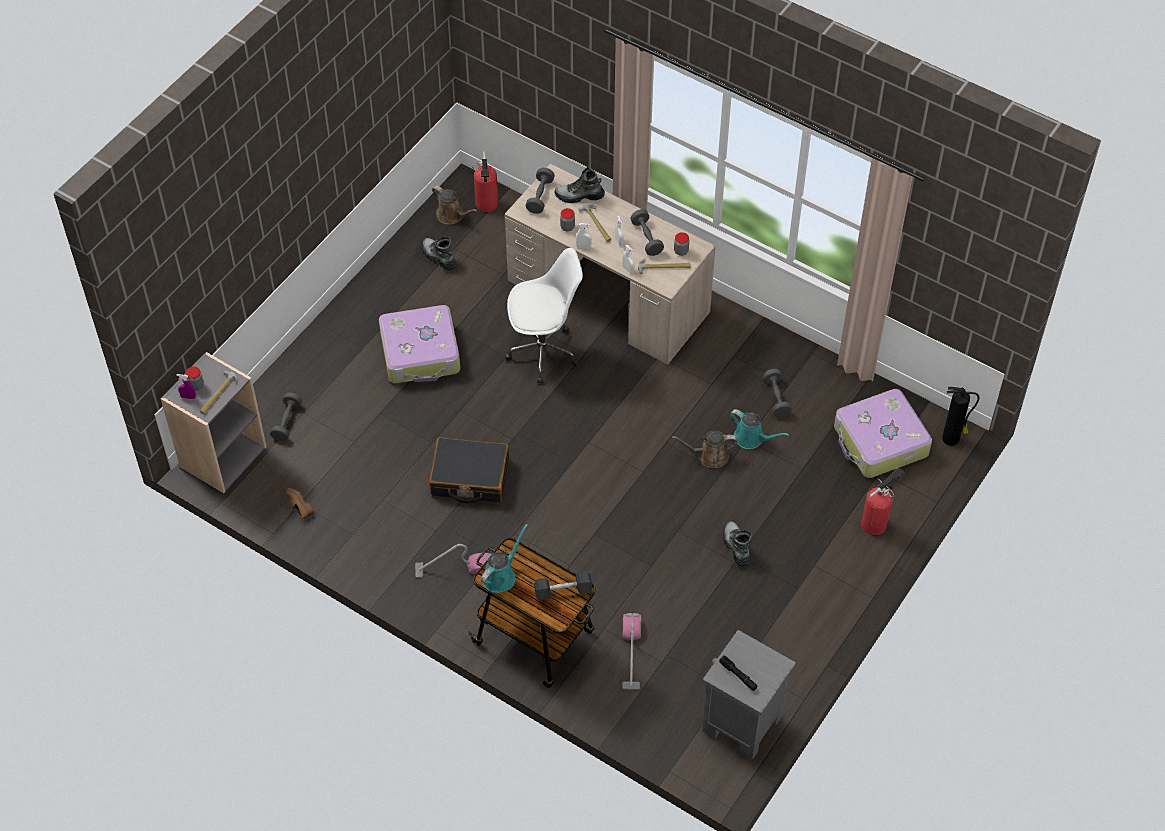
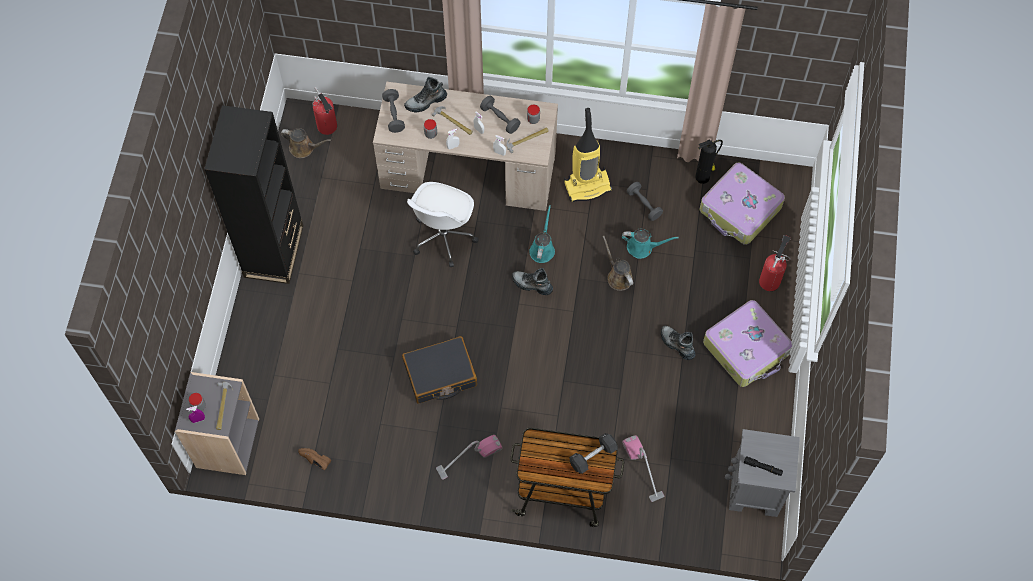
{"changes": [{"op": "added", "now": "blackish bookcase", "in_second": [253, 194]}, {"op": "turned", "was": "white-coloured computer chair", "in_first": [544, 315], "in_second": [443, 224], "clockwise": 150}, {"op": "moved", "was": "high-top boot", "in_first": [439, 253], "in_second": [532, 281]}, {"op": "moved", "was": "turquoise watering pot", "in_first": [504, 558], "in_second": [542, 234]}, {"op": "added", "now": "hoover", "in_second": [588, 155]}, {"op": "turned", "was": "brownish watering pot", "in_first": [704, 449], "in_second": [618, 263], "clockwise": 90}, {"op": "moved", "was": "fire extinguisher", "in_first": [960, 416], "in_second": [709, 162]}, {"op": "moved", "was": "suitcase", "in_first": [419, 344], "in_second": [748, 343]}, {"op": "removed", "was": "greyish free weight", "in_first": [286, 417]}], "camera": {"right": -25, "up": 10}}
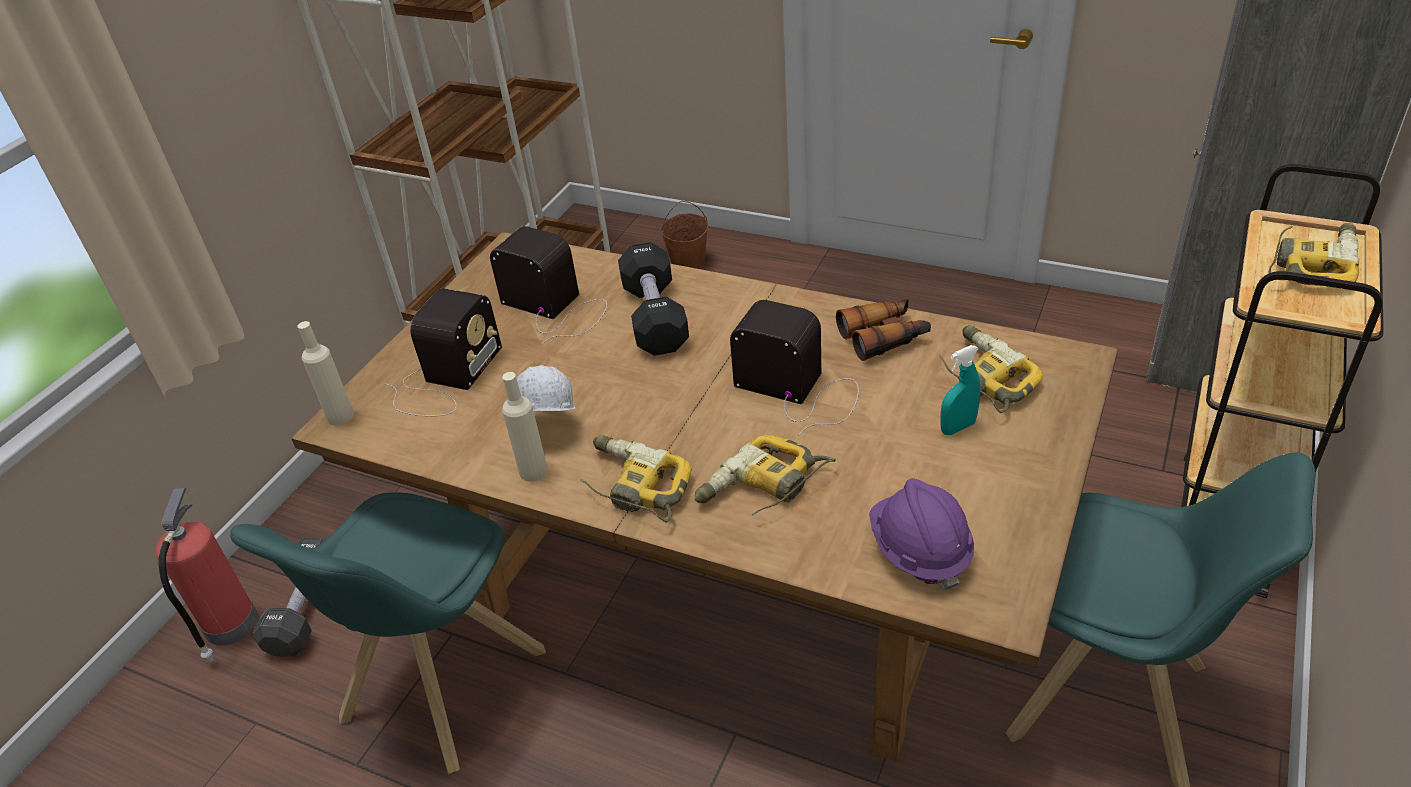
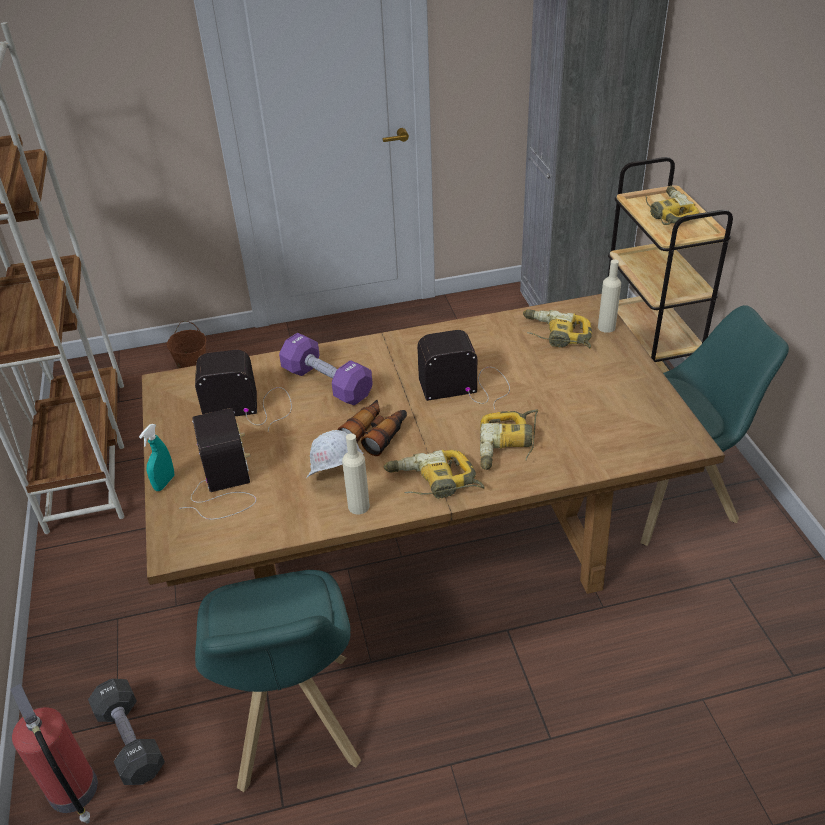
{"changes": [{"op": "moved", "was": "turquoise hand sprayer", "in_first": [960, 390], "in_second": [156, 457]}, {"op": "recoloured", "was": "blackish free weight", "now": "purple free weight", "in_first": [653, 299], "in_second": [326, 369]}, {"op": "moved", "was": "field glasses", "in_first": [883, 330], "in_second": [372, 428]}, {"op": "moved", "was": "sand-coloured drink bottle", "in_first": [325, 373], "in_second": [609, 296]}, {"op": "removed", "was": "purple work helmet", "in_first": [921, 534]}], "camera": {"right": -40, "up": 0}}
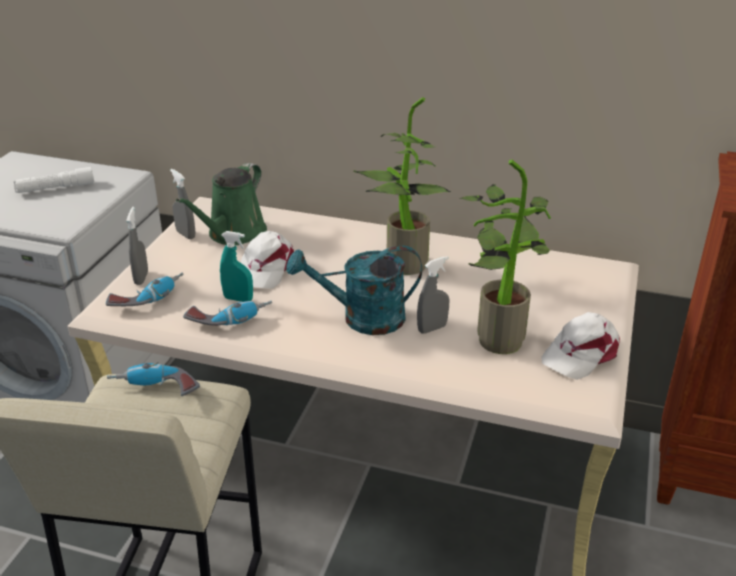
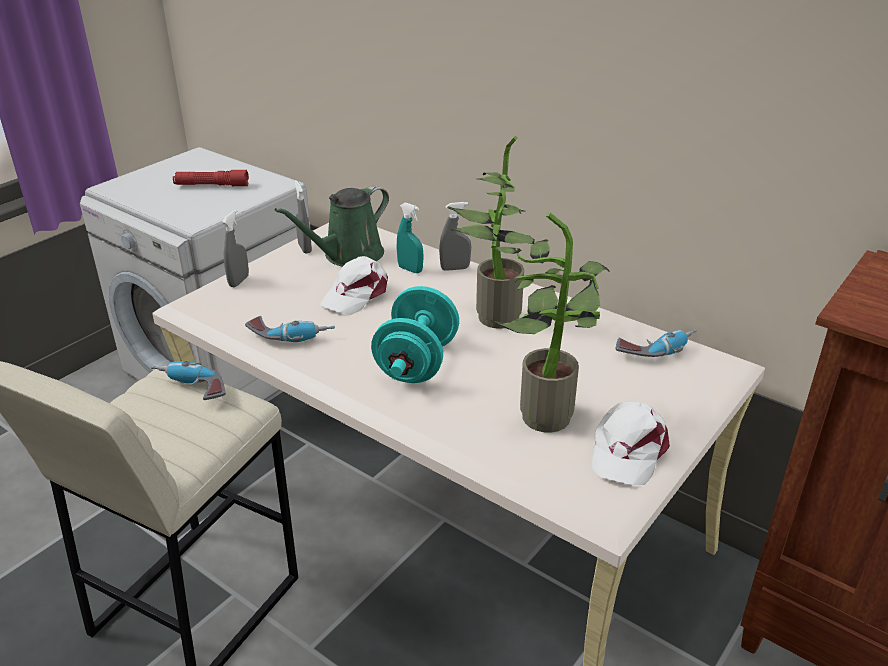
{"changes": [{"op": "recoloured", "was": "white-coloured hand torch", "now": "red hand torch", "in_first": [54, 180], "in_second": [211, 178]}, {"op": "replaced", "was": "turquoise watering pot", "now": "turquoise free weight", "in_first": [354, 290], "in_second": [415, 334]}, {"op": "moved", "was": "turquoise hand sprayer", "in_first": [236, 266], "in_second": [410, 237]}, {"op": "moved", "was": "greyish hand sprayer", "in_first": [433, 295], "in_second": [455, 236]}, {"op": "turned", "was": "white-coloured cap", "in_first": [581, 346], "in_second": [631, 443], "clockwise": -45}, {"op": "moved", "was": "power drill", "in_first": [145, 289], "in_second": [655, 343]}], "camera": {"right": 20, "up": 0}}
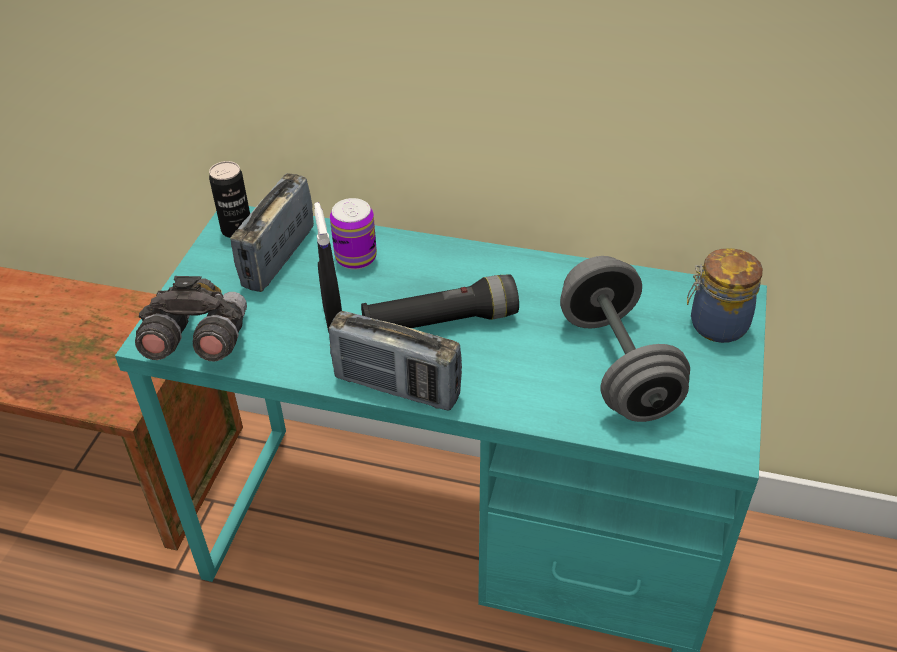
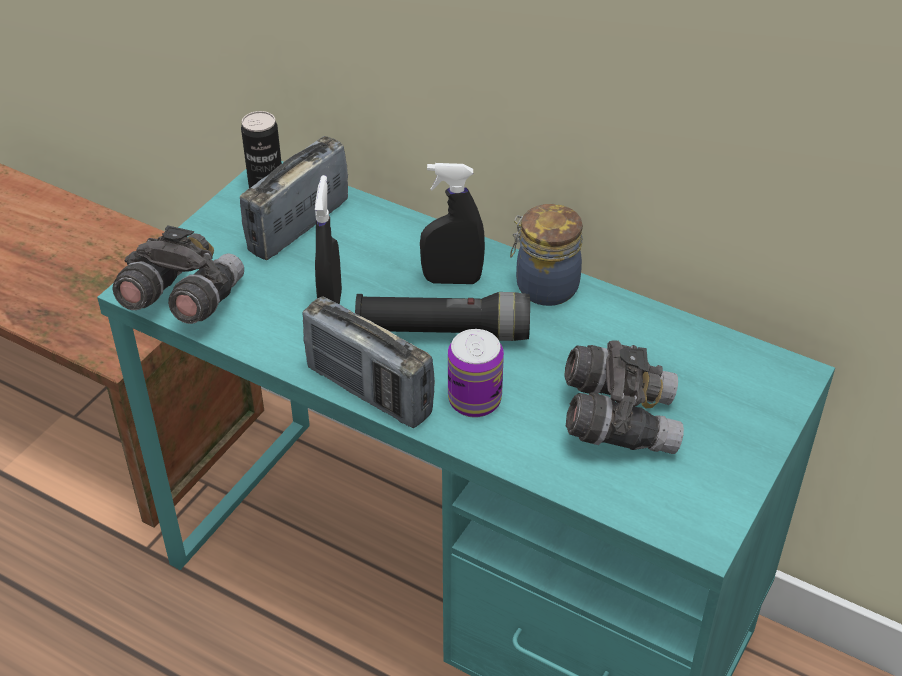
{"changes": [{"op": "added", "now": "blackish hand sprayer", "in_second": [452, 223]}, {"op": "moved", "was": "sealed can", "in_first": [353, 234], "in_second": [476, 373]}, {"op": "moved", "was": "jar", "in_first": [725, 295], "in_second": [546, 255]}, {"op": "replaced", "was": "greyish free weight", "now": "greyish field glasses", "in_first": [625, 339], "in_second": [624, 397]}], "camera": {"right": 15, "up": 0}}
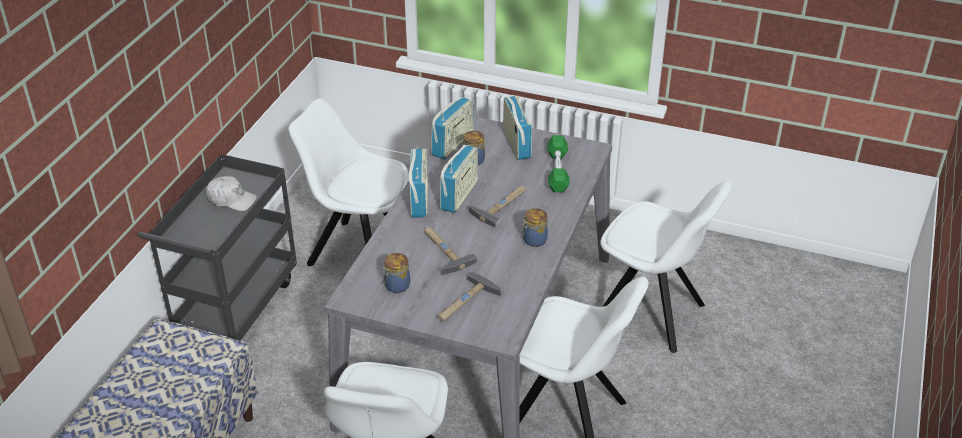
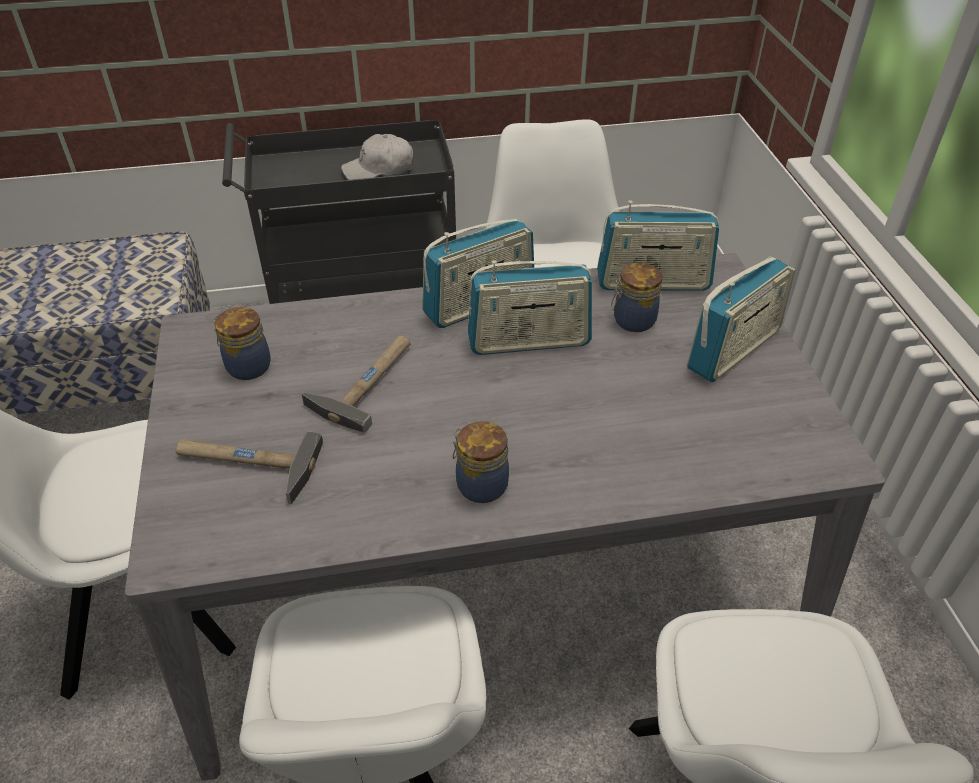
{"changes": [{"op": "turned", "was": "white-coloured cap", "in_first": [231, 193], "in_second": [377, 157], "clockwise": 90}, {"op": "removed", "was": "hammer", "in_first": [497, 207]}, {"op": "removed", "was": "greenish free weight", "in_first": [558, 163]}], "camera": {"right": 60, "up": 5}}
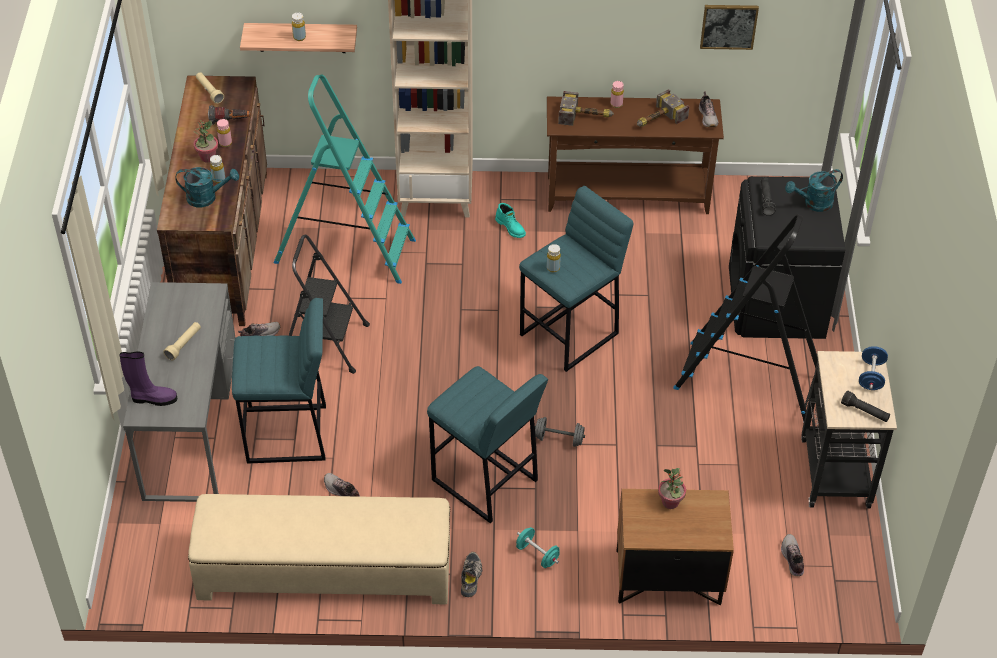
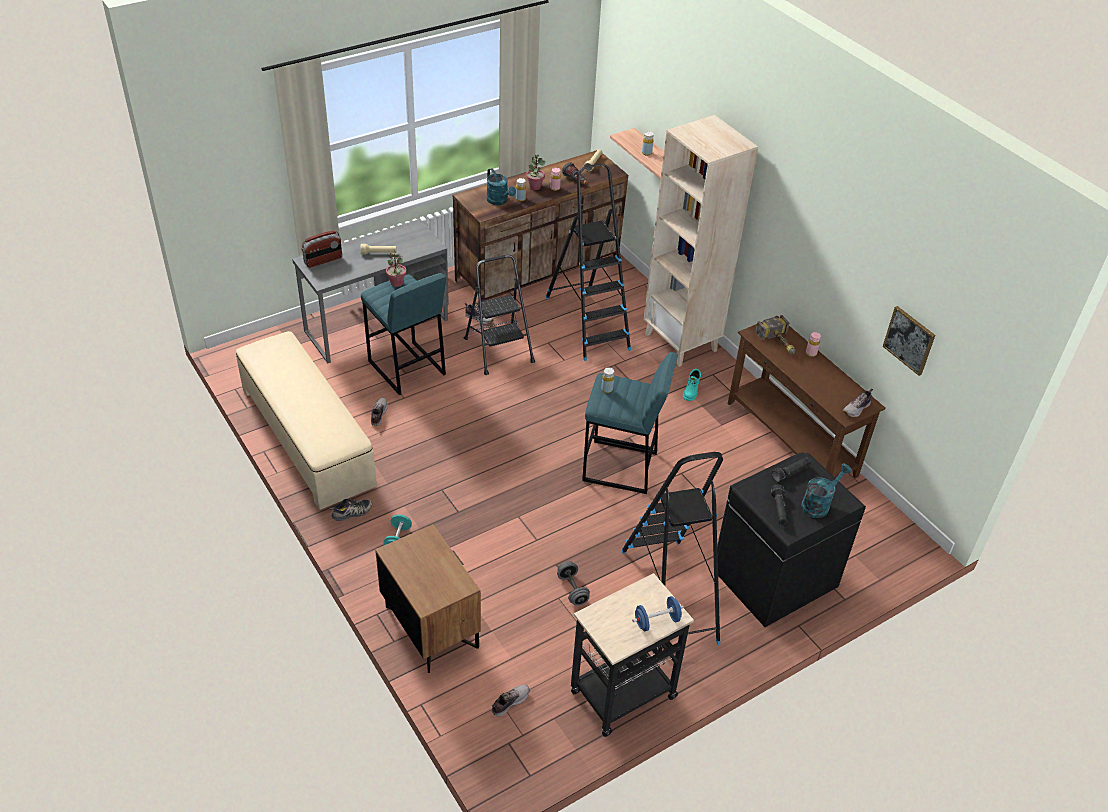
{"changes": [{"op": "replaced", "was": "purple high-top boot", "now": "radio receiver", "in_first": [148, 378], "in_second": [321, 249]}, {"op": "moved", "was": "houseplant", "in_first": [672, 488], "in_second": [396, 268]}, {"op": "recoloured", "was": "turquoise stepladder", "now": "blackish stepladder", "in_first": [345, 179], "in_second": [588, 262]}, {"op": "moved", "was": "greyish free weight", "in_first": [560, 432], "in_second": [573, 583]}, {"op": "moved", "was": "blackish hand torch", "in_first": [865, 406], "in_second": [779, 504]}, {"op": "turned", "was": "turquoise watering pot", "in_first": [814, 190], "in_second": [826, 490], "clockwise": 105}, {"op": "removed", "was": "turquoise sitting stool", "in_first": [487, 444]}, {"op": "removed", "was": "hammer", "in_first": [663, 108]}], "camera": {"right": 55, "up": -5}}
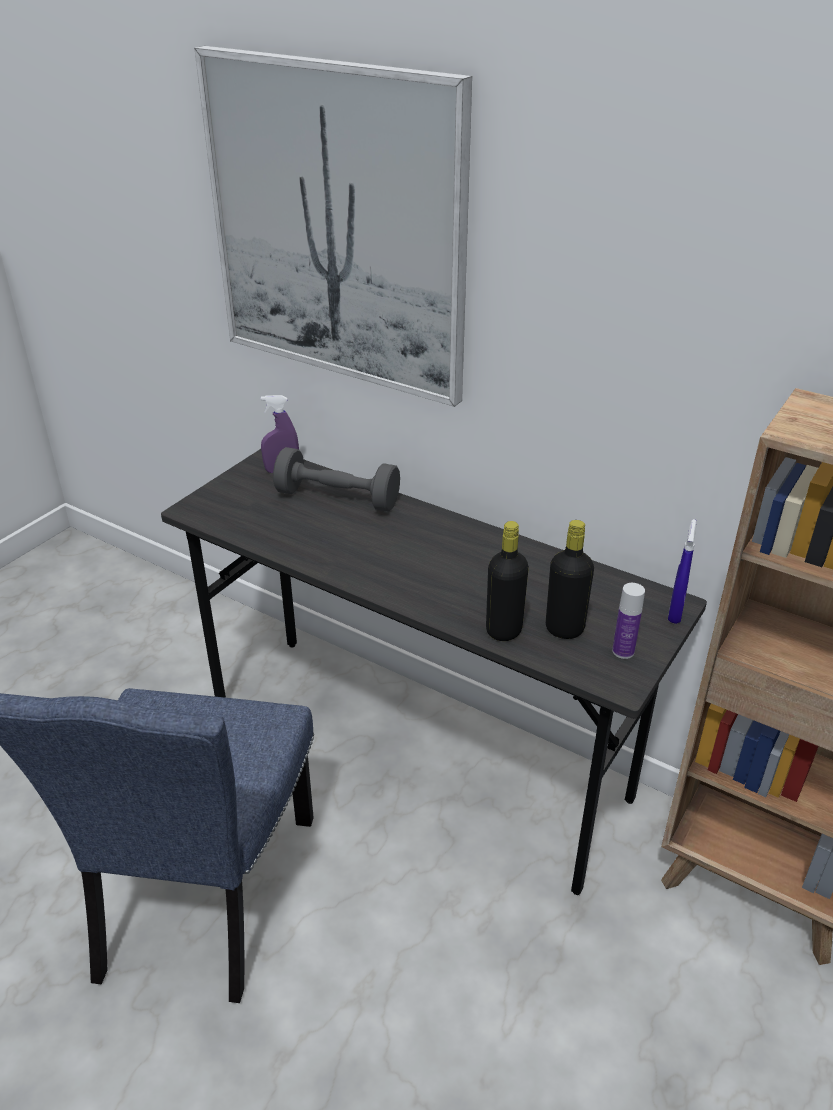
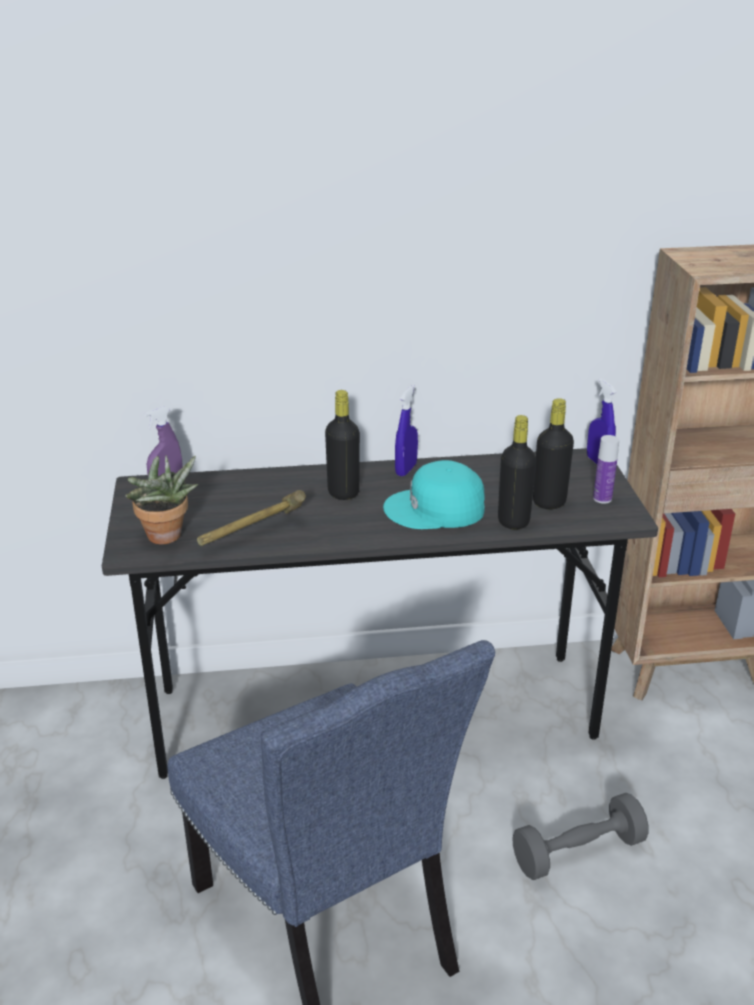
{"changes": [{"op": "added", "now": "houseplant", "in_second": [161, 499]}, {"op": "added", "now": "hammer", "in_second": [251, 518]}, {"op": "added", "now": "blackish drink bottle", "in_second": [342, 445]}, {"op": "added", "now": "turquoise cap", "in_second": [434, 494]}, {"op": "added", "now": "blue hand sprayer", "in_second": [406, 430]}, {"op": "moved", "was": "greyish free weight", "in_first": [336, 479], "in_second": [581, 836]}, {"op": "removed", "was": "wall picture", "in_first": [333, 226]}], "camera": {"right": -40, "up": -5}}
